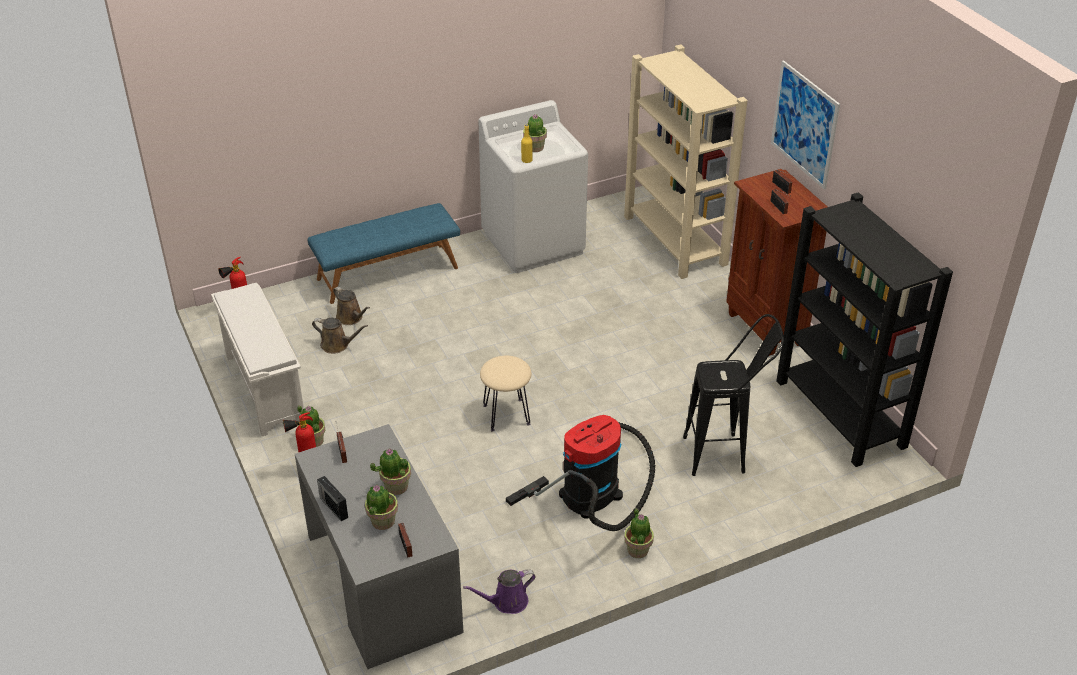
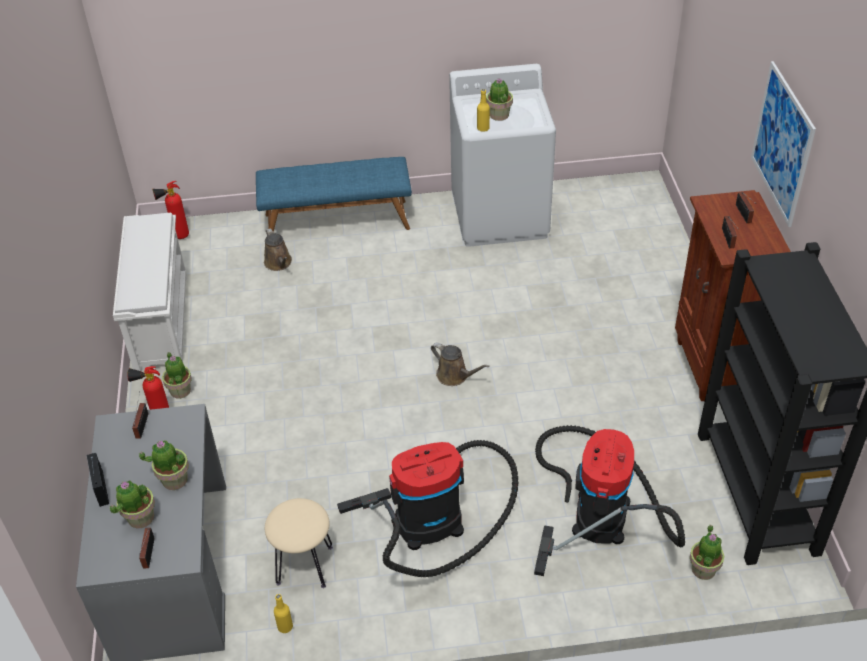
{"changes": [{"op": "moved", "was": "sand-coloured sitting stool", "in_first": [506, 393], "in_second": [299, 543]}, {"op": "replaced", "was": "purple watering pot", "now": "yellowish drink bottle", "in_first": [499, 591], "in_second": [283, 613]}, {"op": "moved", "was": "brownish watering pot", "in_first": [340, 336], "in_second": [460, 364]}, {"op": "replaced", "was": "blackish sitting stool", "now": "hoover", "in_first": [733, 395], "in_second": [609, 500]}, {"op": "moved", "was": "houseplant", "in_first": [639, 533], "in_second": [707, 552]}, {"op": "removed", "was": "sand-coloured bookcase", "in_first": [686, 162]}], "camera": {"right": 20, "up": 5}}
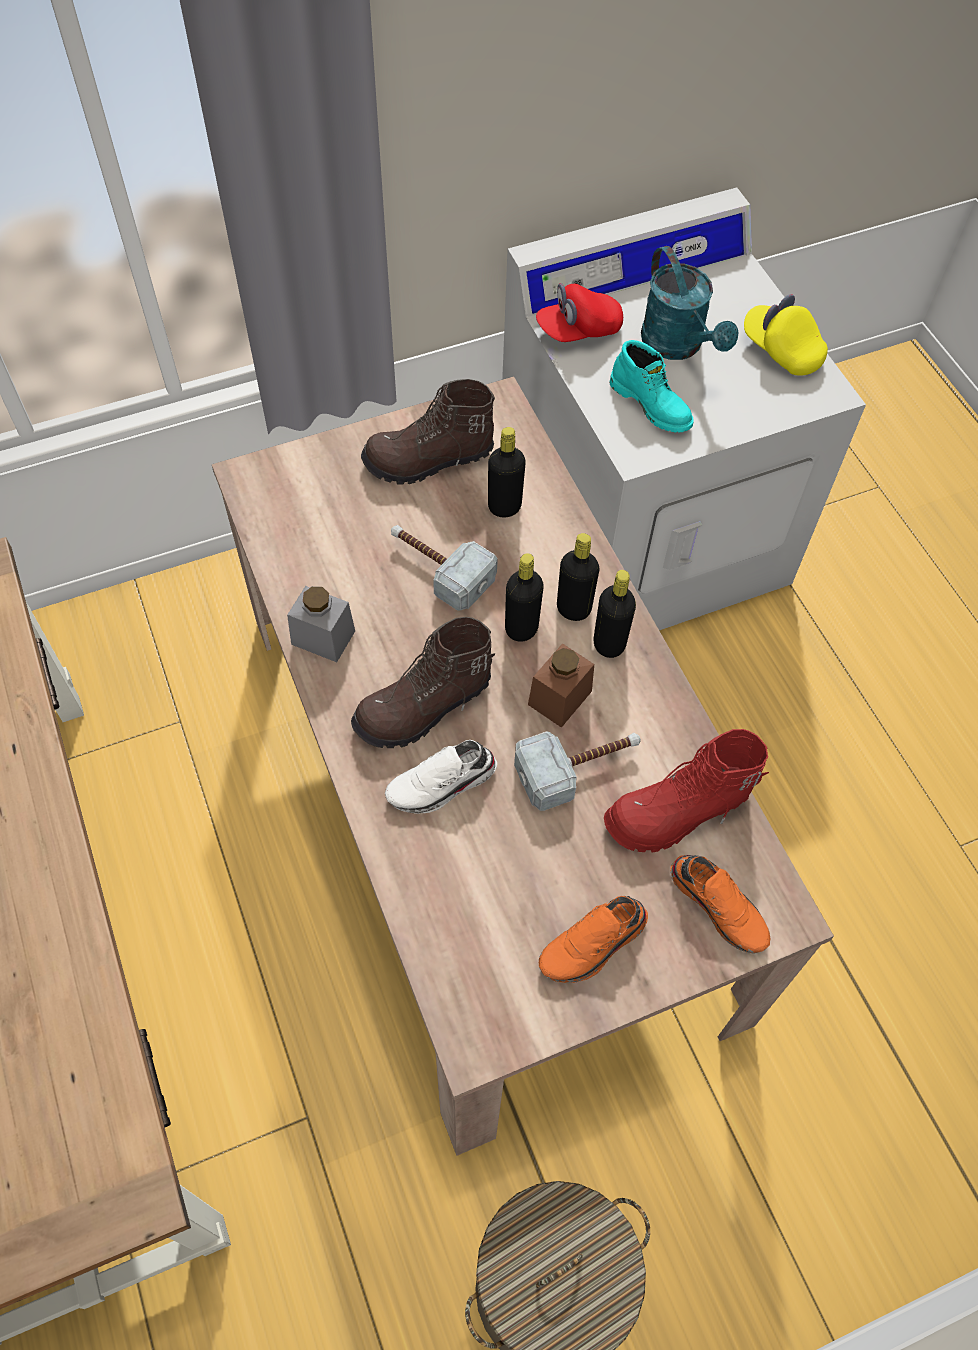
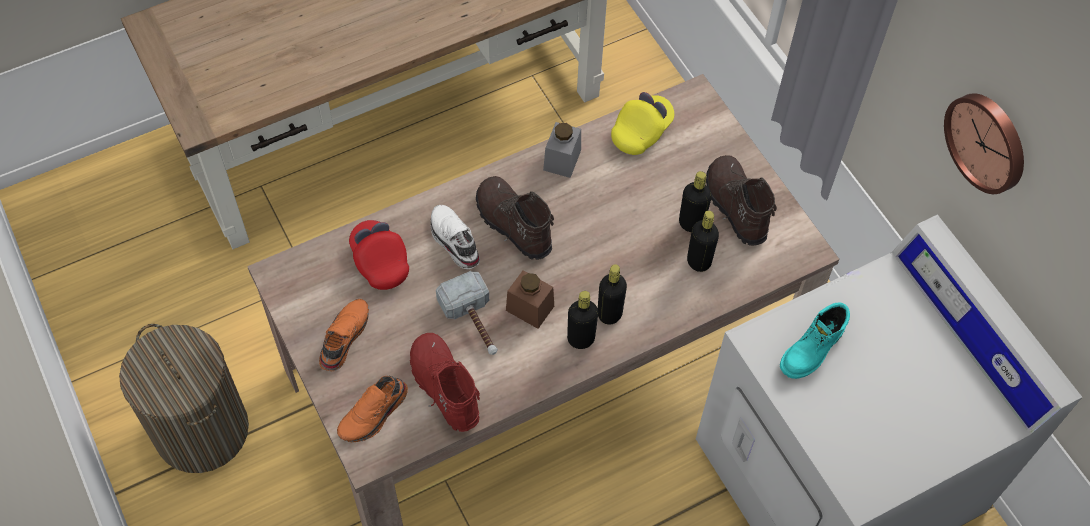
{"changes": [{"op": "turned", "was": "orangey shoe", "in_first": [593, 939], "in_second": [344, 335], "clockwise": 60}, {"op": "moved", "was": "red cap", "in_first": [579, 312], "in_second": [379, 255]}, {"op": "moved", "was": "yellowish cap", "in_first": [786, 334], "in_second": [642, 123]}, {"op": "moved", "was": "blackish drink bottle", "in_first": [524, 597], "in_second": [695, 201]}, {"op": "added", "now": "wall clock", "in_second": [984, 143]}, {"op": "removed", "was": "hammer", "in_first": [444, 568]}, {"op": "removed", "was": "turquoise watering pot", "in_first": [690, 303]}], "camera": {"right": 85, "up": 0}}
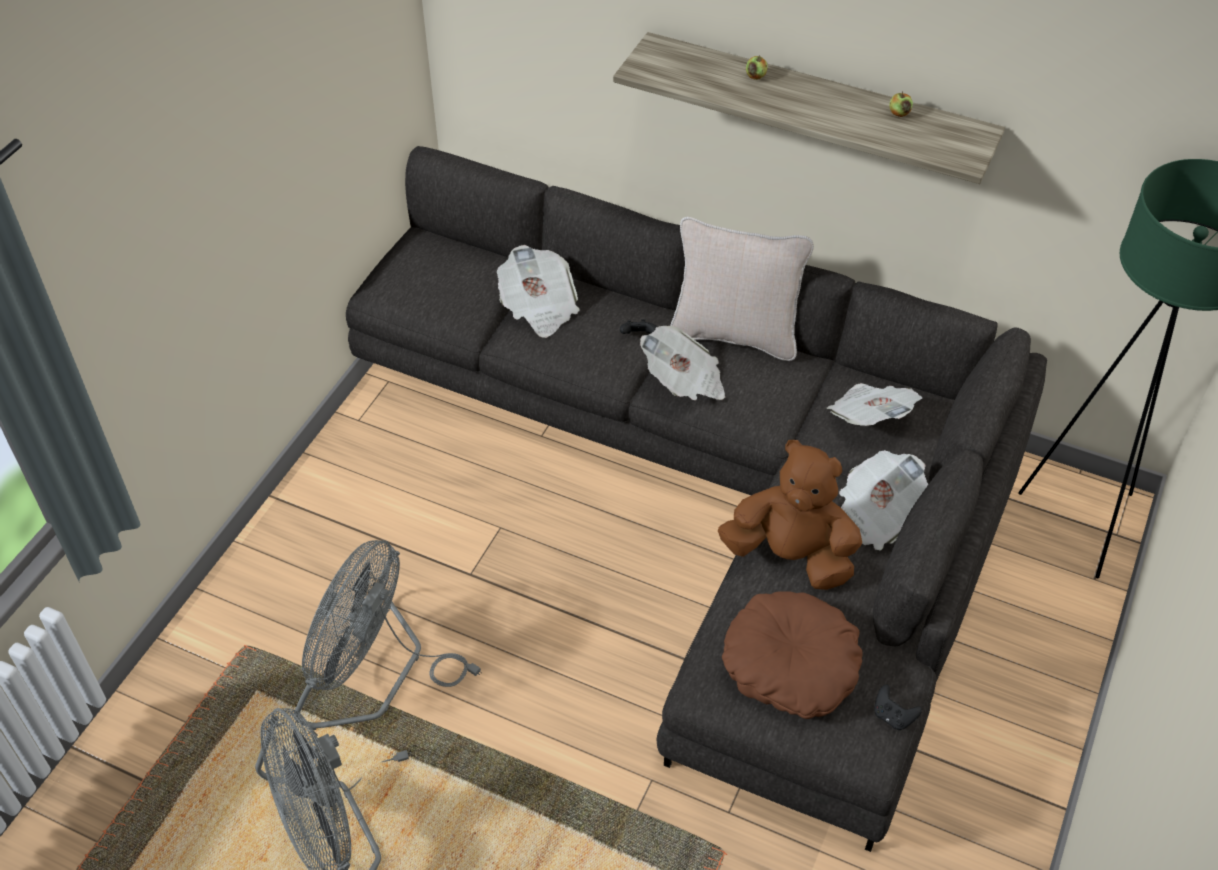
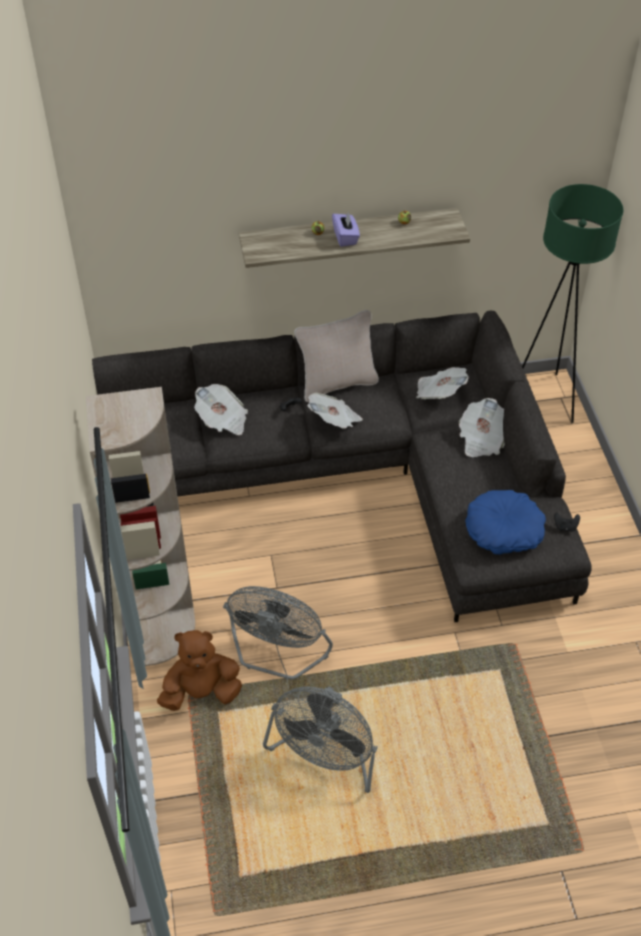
{"changes": [{"op": "added", "now": "sand-coloured bookcase", "in_second": [140, 526]}, {"op": "moved", "was": "brownish plush toy", "in_first": [790, 515], "in_second": [199, 670]}, {"op": "turned", "was": "greyish cooling fan", "in_first": [387, 635], "in_second": [278, 651], "clockwise": 120}, {"op": "added", "now": "purple tissue holder", "in_second": [346, 229]}, {"op": "recoloured", "was": "brownish throw pillow", "now": "blue throw pillow", "in_first": [792, 655], "in_second": [505, 522]}], "camera": {"right": -35, "up": 0}}
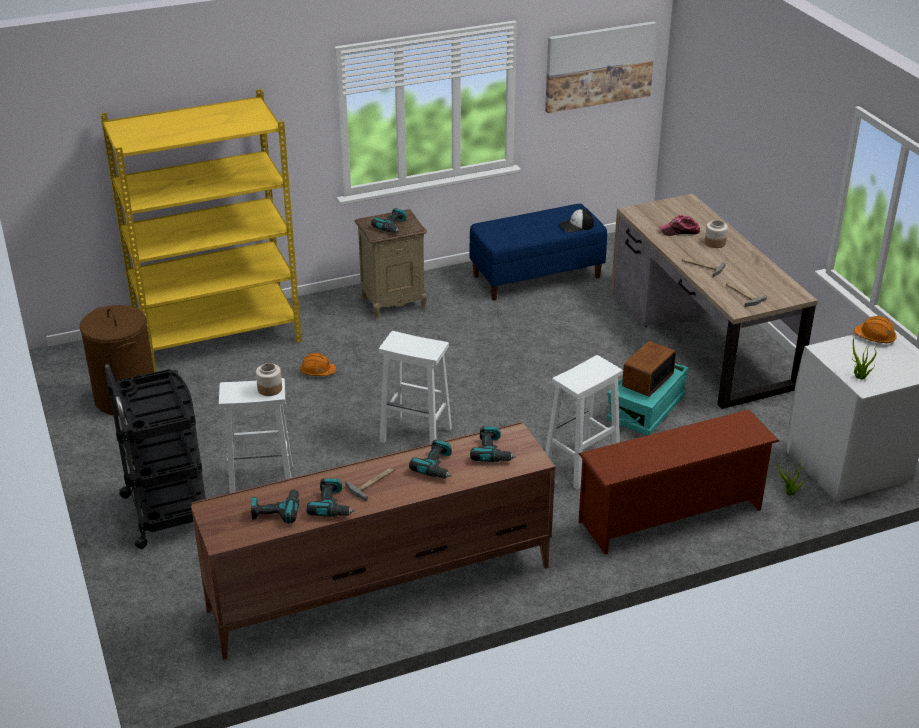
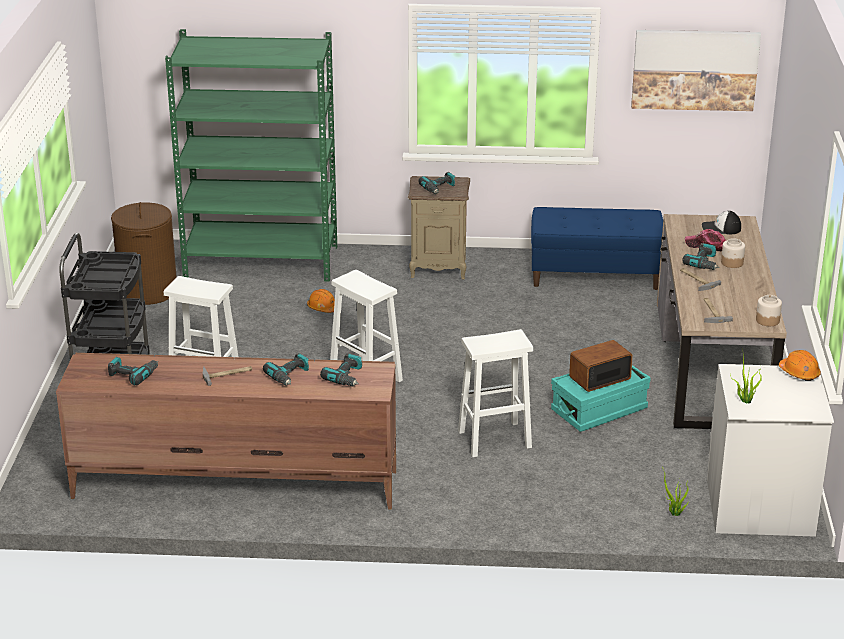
{"changes": [{"op": "recoloured", "was": "yellowish bookcase", "now": "greenish bookcase", "in_first": [201, 230], "in_second": [251, 155]}, {"op": "moved", "was": "power drill", "in_first": [330, 497], "in_second": [700, 256]}, {"op": "moved", "was": "cap", "in_first": [576, 221], "in_second": [721, 223]}, {"op": "moved", "was": "jar", "in_first": [269, 379], "in_second": [769, 310]}, {"op": "removed", "was": "brownish shoe stand", "in_first": [678, 482]}], "camera": {"right": 25, "up": -5}}
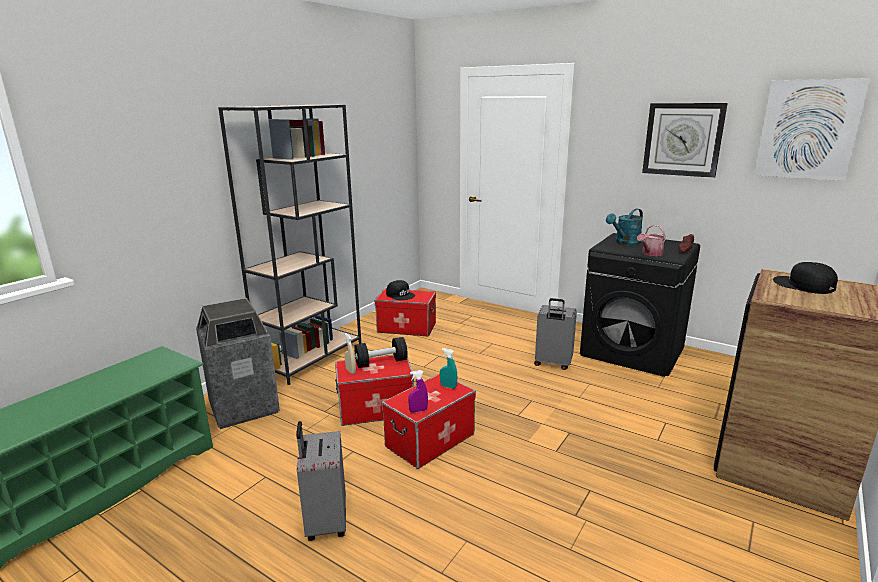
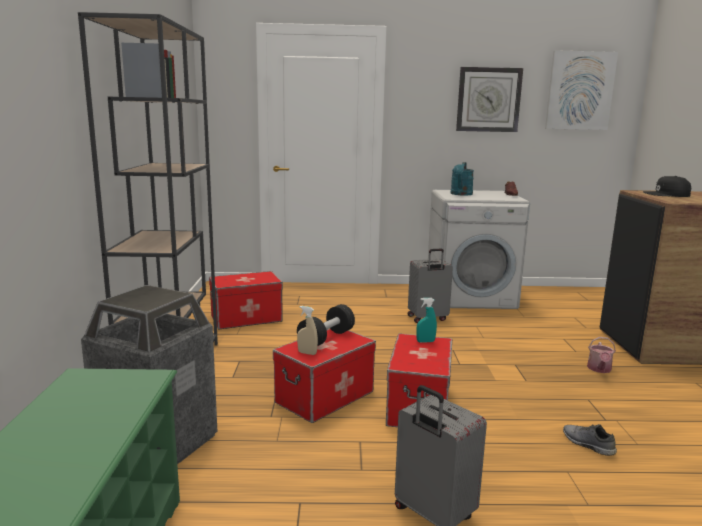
{"changes": [{"op": "recoloured", "was": "blackish washing machine", "now": "white-coloured washing machine", "in_first": [640, 305], "in_second": [479, 249]}, {"op": "added", "now": "greyish shoe", "in_second": [590, 440]}, {"op": "moved", "was": "watering pot", "in_first": [651, 240], "in_second": [601, 355]}, {"op": "removed", "was": "blackish cap", "in_first": [400, 290]}, {"op": "removed", "was": "purple hand sprayer", "in_first": [418, 391]}], "camera": {"right": -35, "up": -5}}
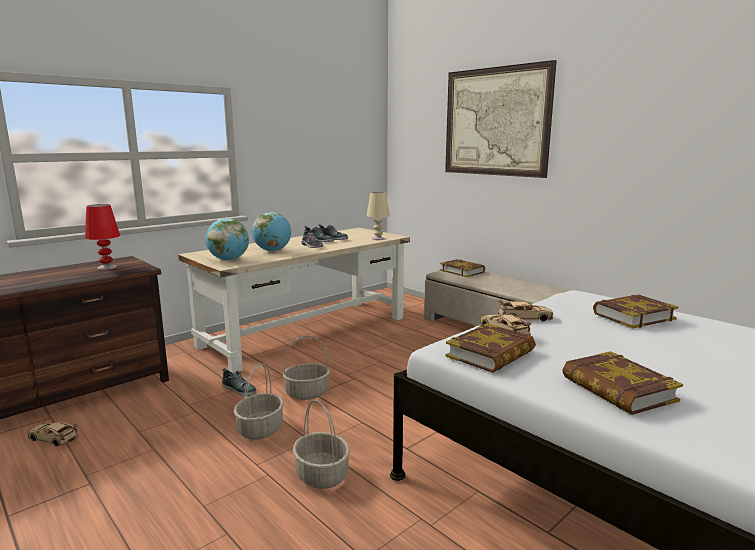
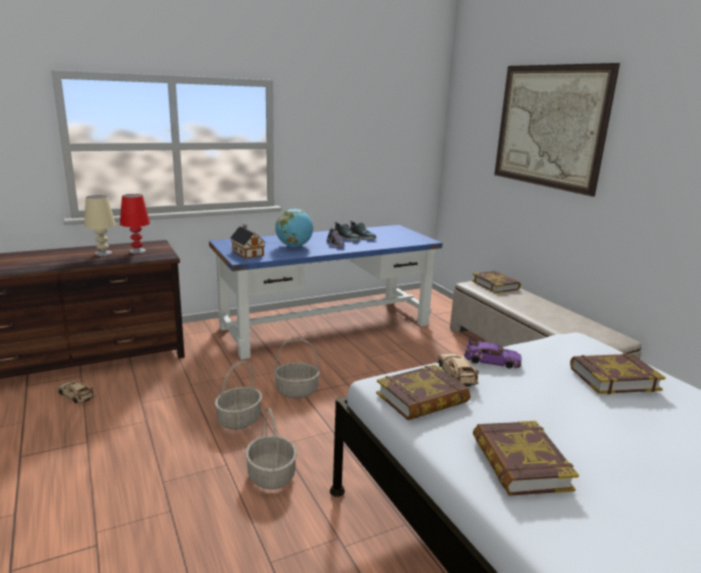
{"changes": [{"op": "moved", "was": "sand-coloured table lamp", "in_first": [378, 216], "in_second": [100, 225]}, {"op": "recoloured", "was": "sand-coloured desk unit", "now": "blue desk unit", "in_first": [294, 300], "in_second": [326, 292]}, {"op": "replaced", "was": "desk globe", "now": "toy house", "in_first": [227, 239], "in_second": [248, 241]}, {"op": "recoloured", "was": "sand-coloured miniature car", "now": "purple miniature car", "in_first": [525, 311], "in_second": [493, 353]}, {"op": "removed", "was": "shoe", "in_first": [239, 382]}], "camera": {"right": 15, "up": 5}}
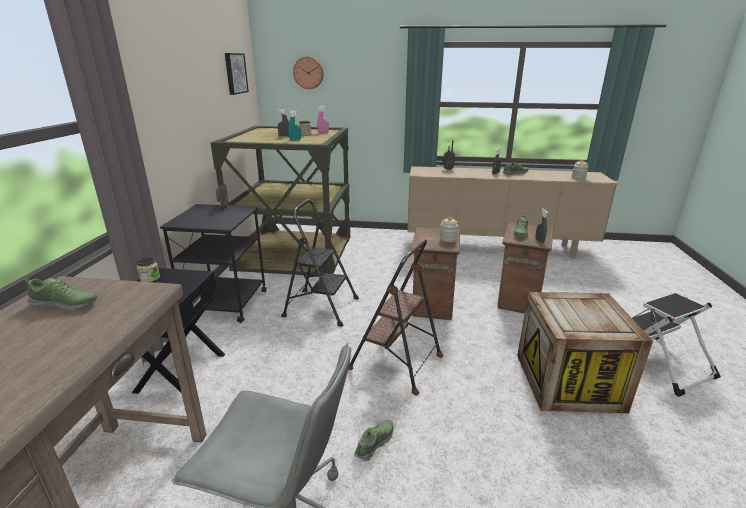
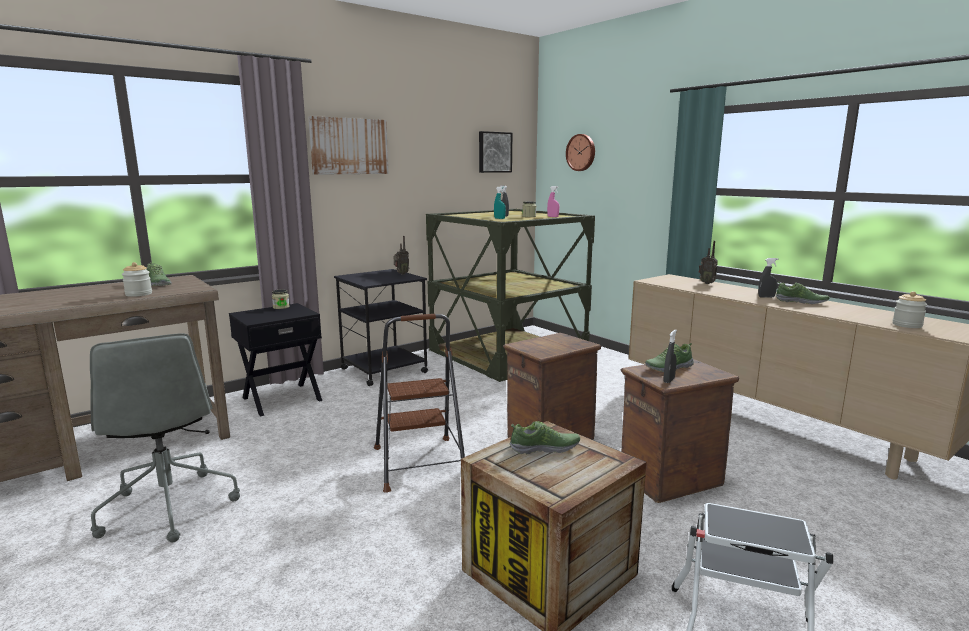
{"changes": [{"op": "moved", "was": "jar", "in_first": [449, 229], "in_second": [137, 279]}, {"op": "added", "now": "wall picture", "in_second": [348, 145]}, {"op": "moved", "was": "shoe", "in_first": [374, 440], "in_second": [544, 437]}, {"op": "removed", "was": "blackish stepladder", "in_first": [320, 263]}], "camera": {"right": 45, "up": -10}}
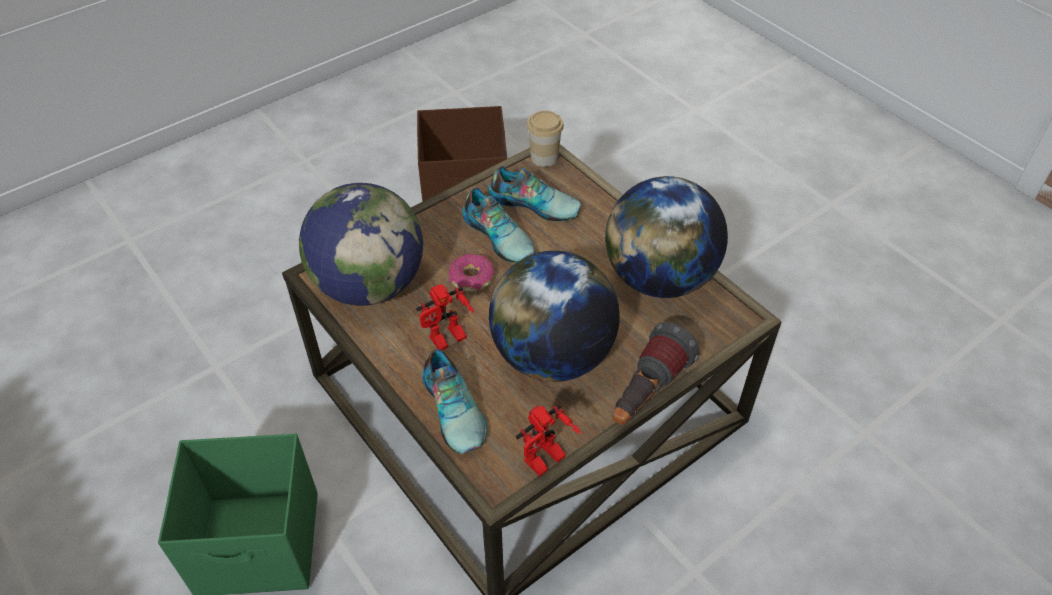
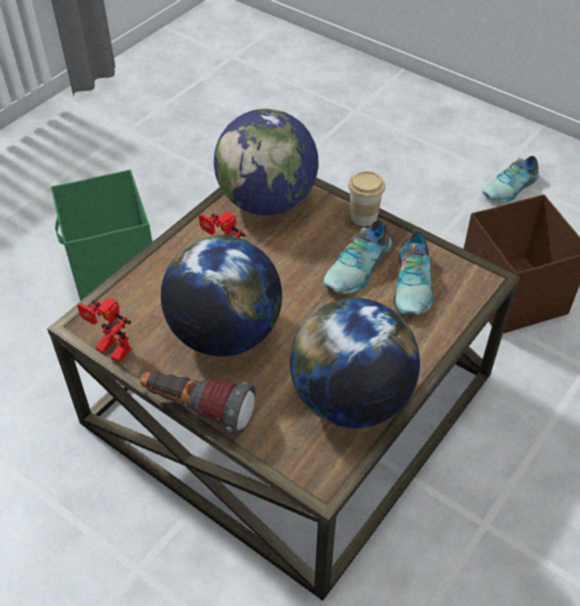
{"changes": [{"op": "moved", "was": "drinking cup", "in_first": [545, 139], "in_second": [366, 198]}, {"op": "moved", "was": "shoe", "in_first": [454, 401], "in_second": [510, 179]}, {"op": "removed", "was": "ring doughnut", "in_first": [471, 273]}], "camera": {"right": 75, "up": 0}}
